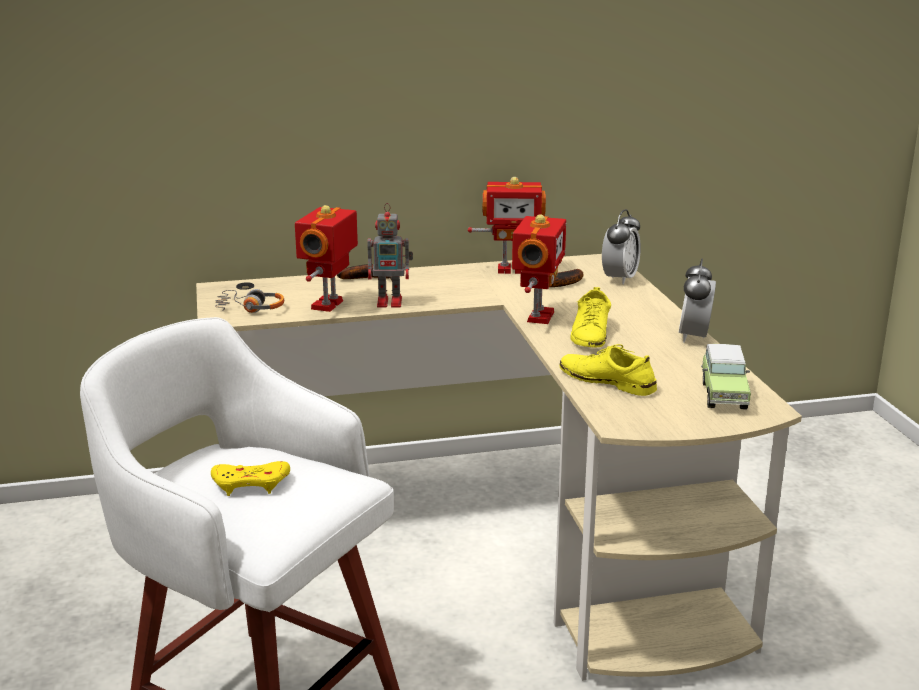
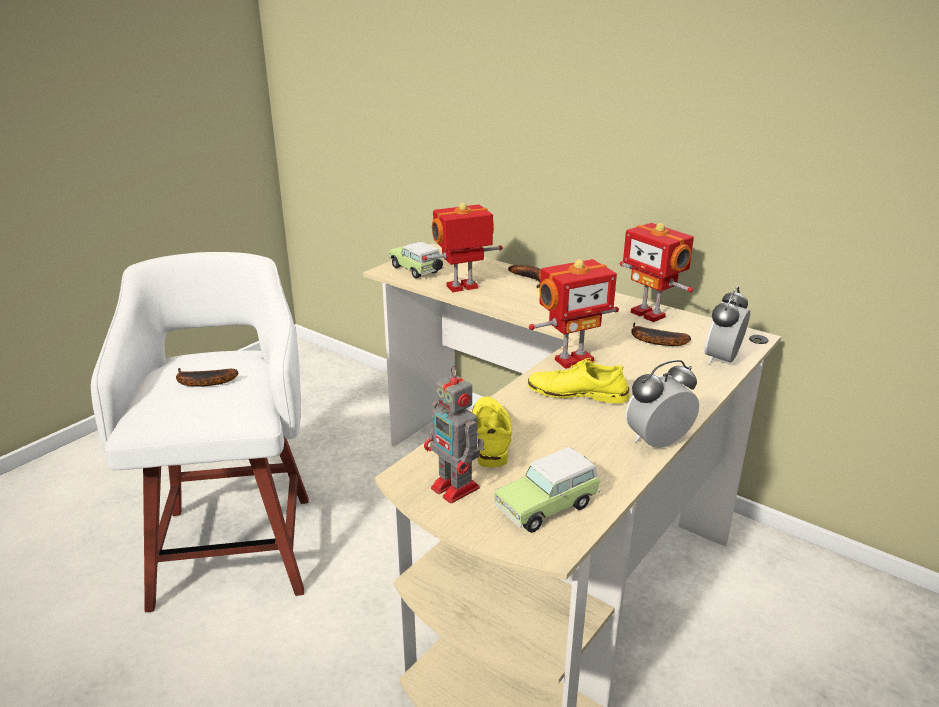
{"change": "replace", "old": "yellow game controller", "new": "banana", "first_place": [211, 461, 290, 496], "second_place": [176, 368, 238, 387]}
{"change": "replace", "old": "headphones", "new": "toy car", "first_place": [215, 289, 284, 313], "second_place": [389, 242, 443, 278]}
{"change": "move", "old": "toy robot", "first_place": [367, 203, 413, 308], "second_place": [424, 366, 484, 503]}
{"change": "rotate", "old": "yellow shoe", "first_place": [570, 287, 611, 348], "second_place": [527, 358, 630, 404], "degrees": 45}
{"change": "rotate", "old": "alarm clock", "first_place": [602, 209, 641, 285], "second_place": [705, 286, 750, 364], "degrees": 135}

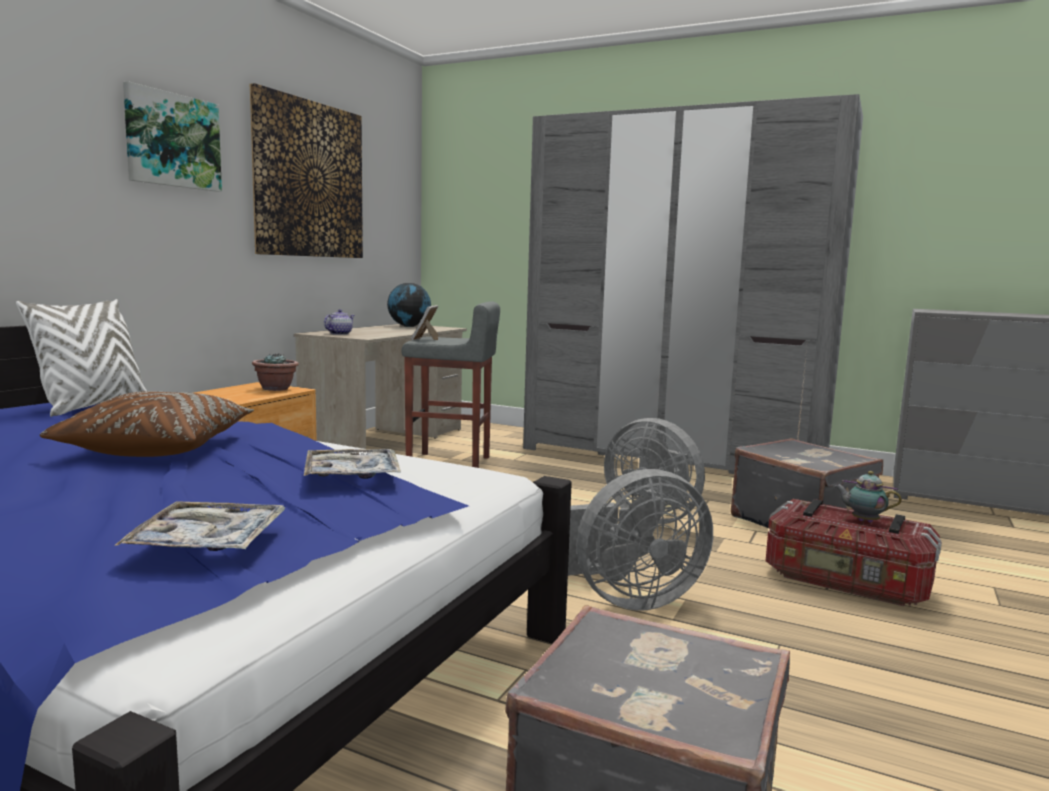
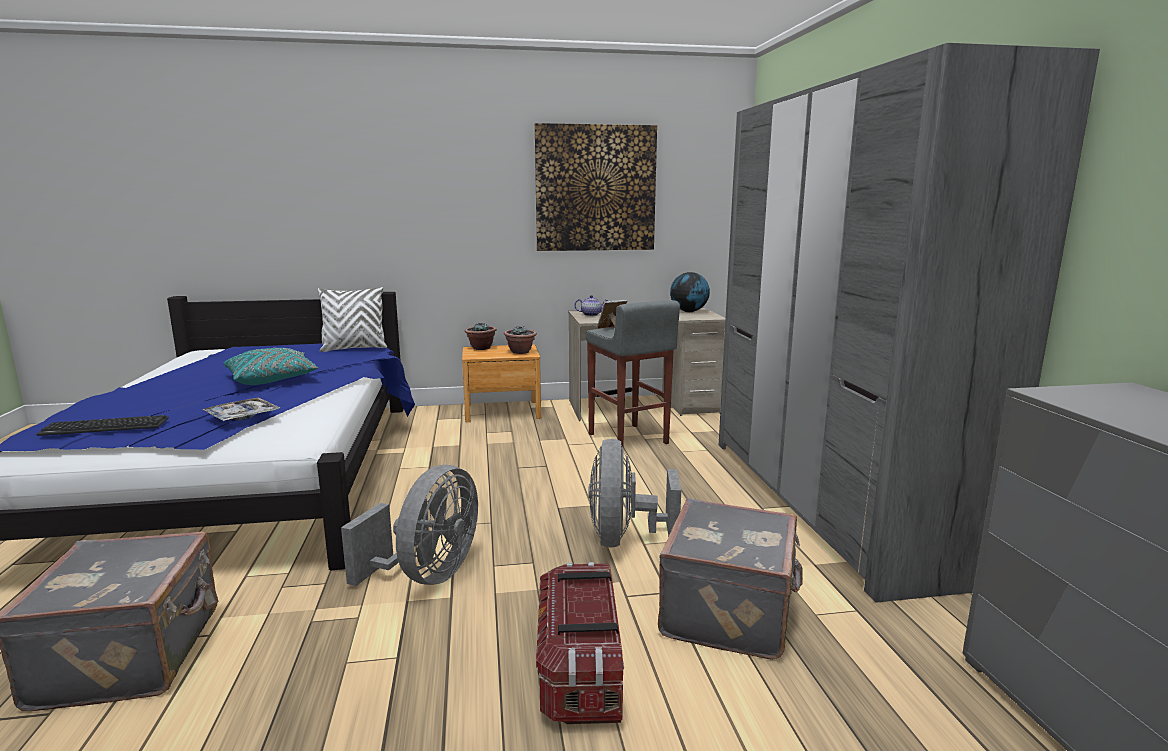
{"change": "recolor", "old": "brown pillow", "new": "turquoise pillow", "first_place": [40, 391, 254, 457], "second_place": [223, 348, 319, 385]}
{"change": "replace", "old": "tray", "new": "keyboard", "first_place": [114, 501, 285, 551], "second_place": [37, 415, 169, 436]}
{"change": "delete", "old": "picture", "first_place": [123, 81, 222, 192]}
{"change": "rotate", "old": "grey fan", "first_place": [568, 469, 713, 611], "second_place": [341, 465, 478, 586], "degrees": -105}
{"change": "delete", "old": "teapot", "first_place": [834, 471, 902, 523]}
{"change": "insert", "new": "potted plant", "second_place": [465, 322, 497, 350]}

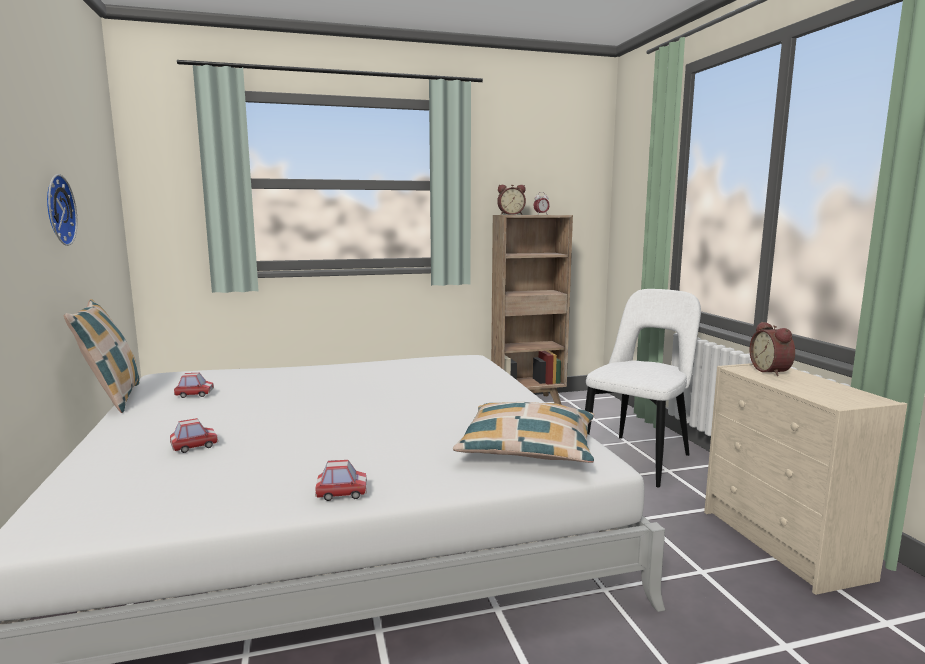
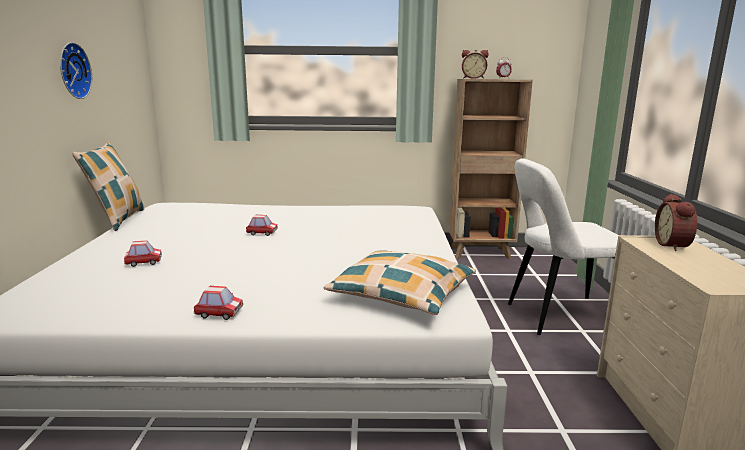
{"change": "move", "old": "toy car", "first_place": [174, 373, 214, 398], "second_place": [246, 215, 278, 236]}
{"change": "rotate", "old": "white chair", "first_place": [585, 289, 701, 487], "second_place": [508, 158, 619, 335], "degrees": -150}

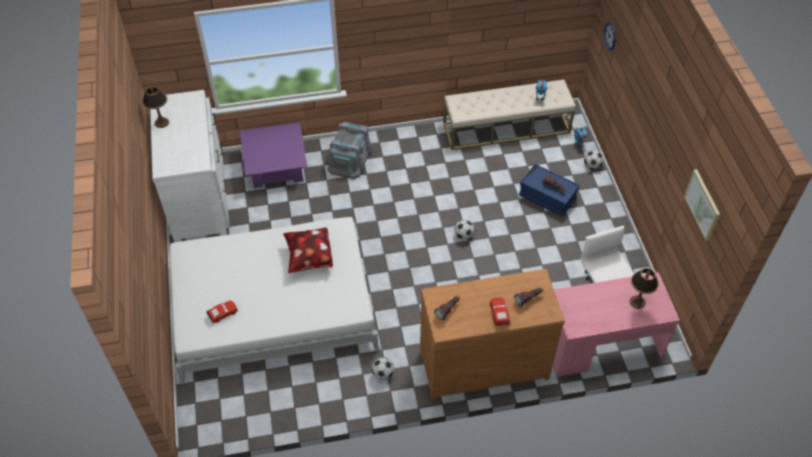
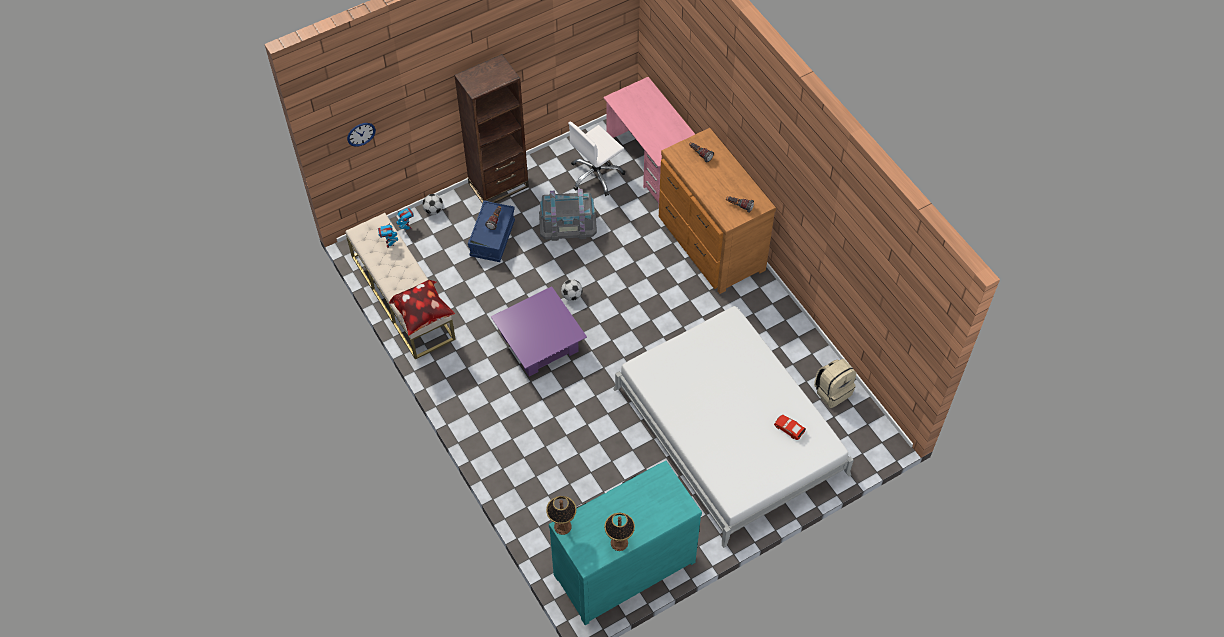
{"change": "recolor", "old": "white dresser", "new": "turquoise dresser", "first_place": [150, 90, 230, 242], "second_place": [549, 461, 702, 625]}
{"change": "move", "old": "purple coffee table", "first_place": [240, 122, 307, 188], "second_place": [491, 286, 587, 377]}
{"change": "move", "old": "pillow", "first_place": [283, 227, 333, 273], "second_place": [389, 280, 455, 336]}
{"change": "move", "old": "grey storage box", "first_place": [328, 122, 372, 179], "second_place": [539, 189, 597, 241]}
{"change": "delete", "old": "football", "first_place": [372, 357, 394, 380]}
{"change": "delete", "old": "red toy car", "first_place": [490, 298, 510, 326]}
{"change": "move", "old": "table lamp", "first_place": [630, 268, 659, 309], "second_place": [546, 496, 577, 535]}
{"change": "delete", "old": "picture", "first_place": [684, 169, 720, 241]}
{"change": "insert", "new": "brown bookcase", "second_place": [454, 54, 529, 203]}
{"change": "insert", "new": "beige backpack", "second_place": [814, 359, 856, 408]}

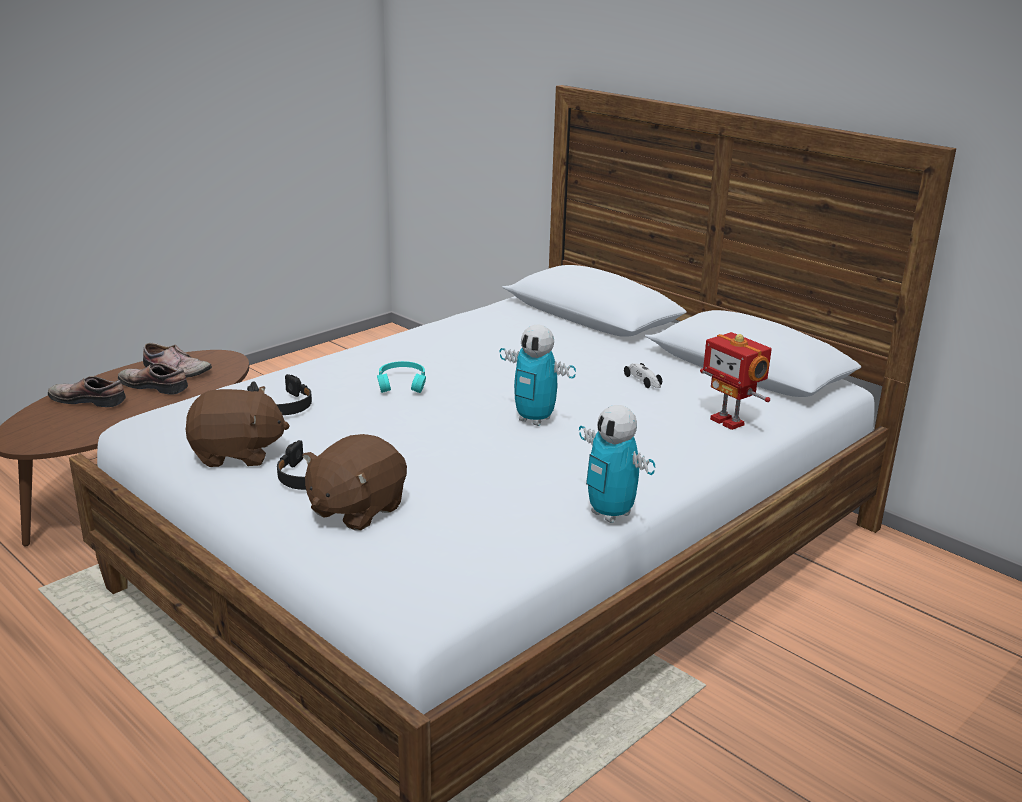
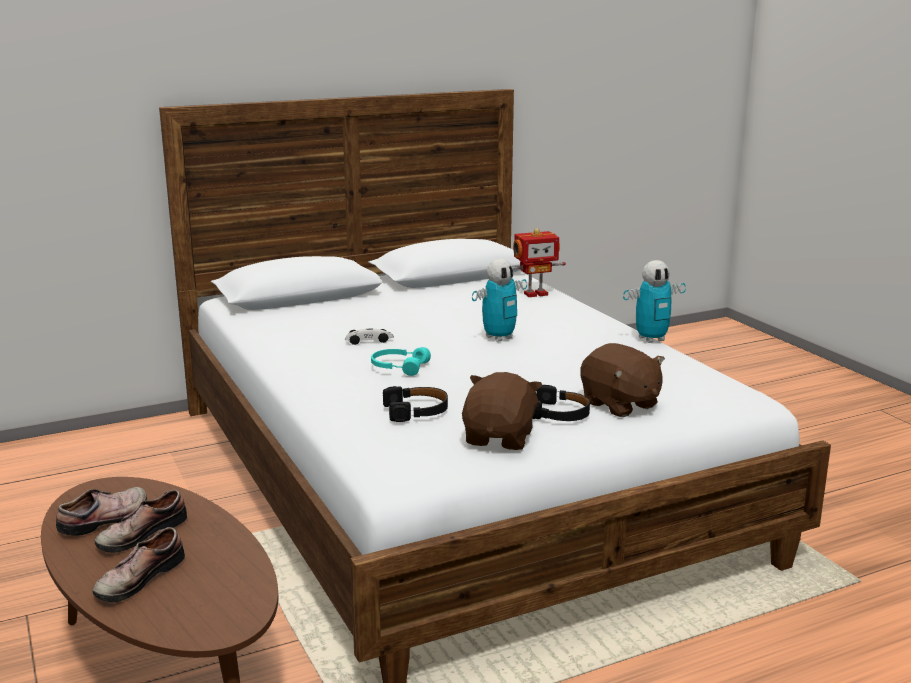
{"change": "move", "old": "toy car", "first_place": [624, 363, 662, 388], "second_place": [345, 328, 394, 345]}

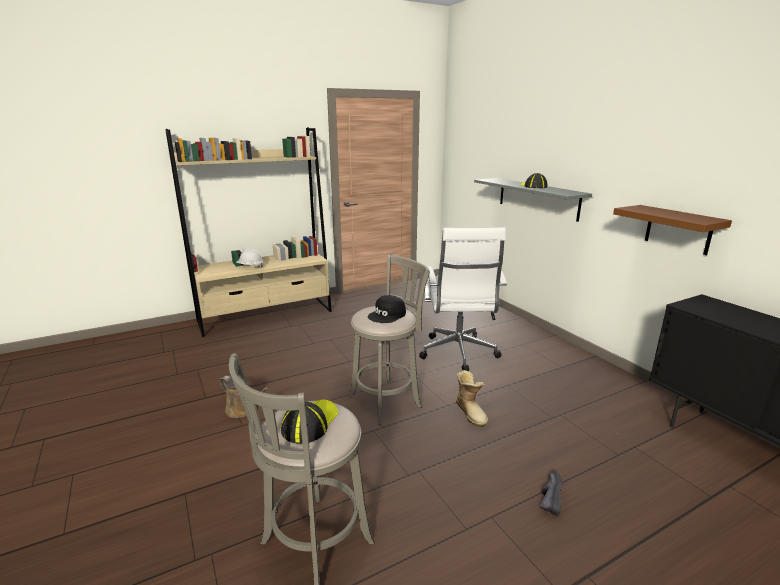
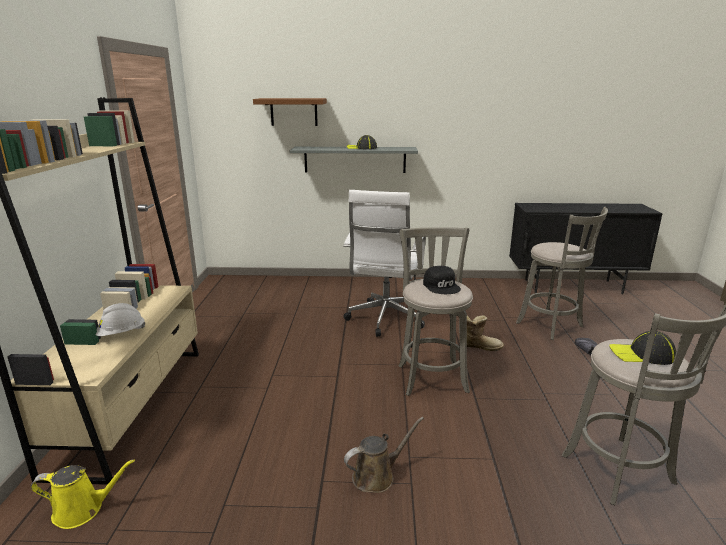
{"change": "rotate", "old": "cap", "first_place": [281, 400, 338, 444], "second_place": [609, 331, 676, 365], "degrees": -45}
{"change": "rotate", "old": "white office chair", "first_place": [419, 227, 507, 371], "second_place": [343, 190, 426, 337], "degrees": 75}
{"change": "move", "old": "brown shelf", "first_place": [613, 205, 732, 255], "second_place": [253, 98, 327, 126]}
{"change": "insert", "new": "yellow watering can", "second_place": [31, 459, 135, 529]}
{"change": "insert", "new": "grey stool", "second_place": [516, 207, 608, 340]}

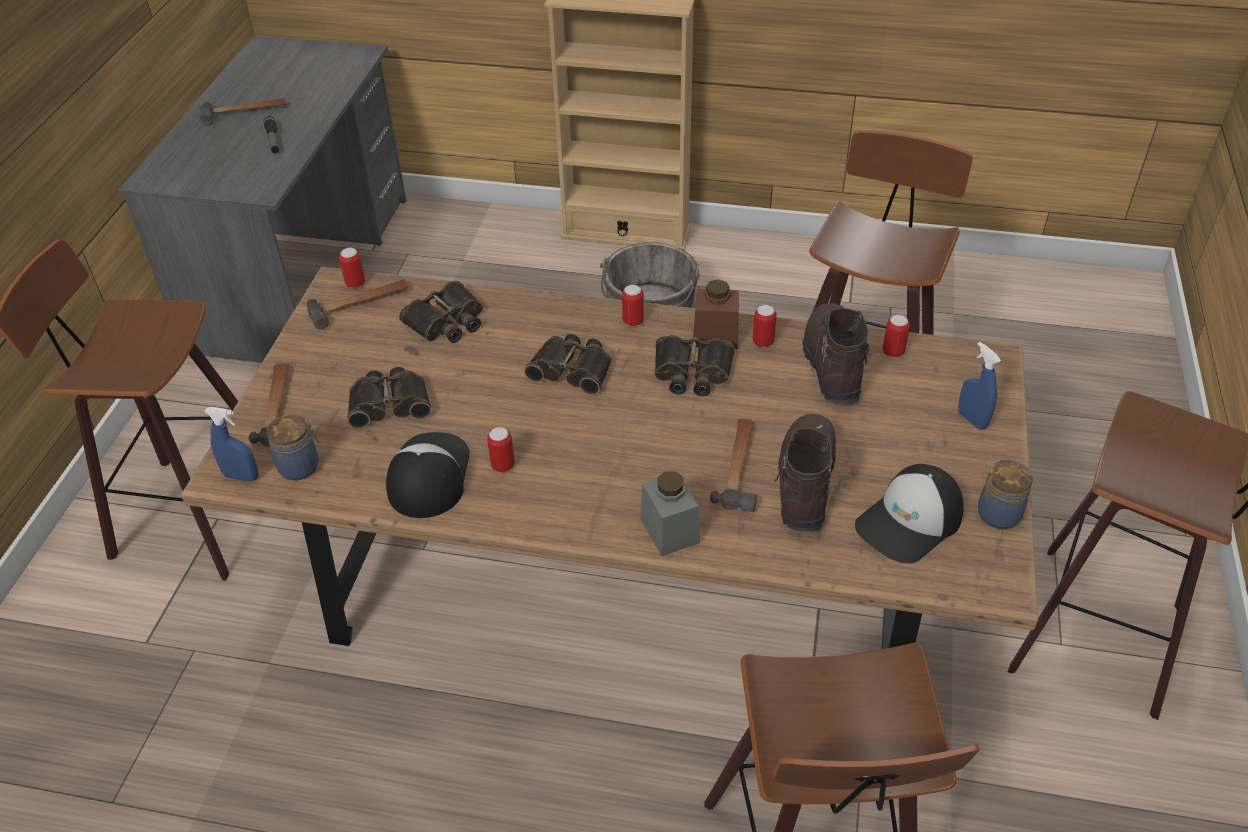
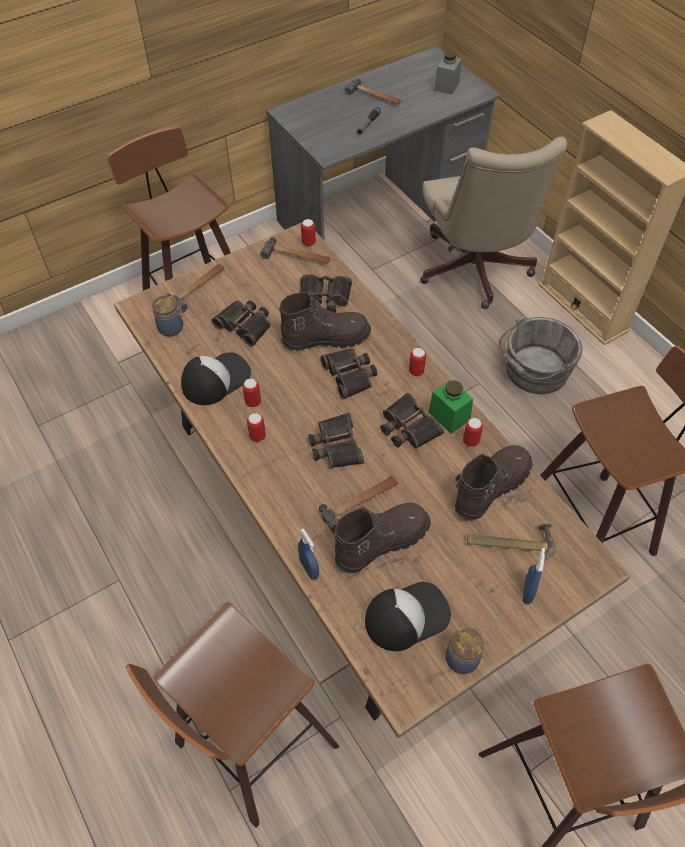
{"change": "move", "old": "blue spray bottle", "first_place": [204, 407, 259, 482], "second_place": [298, 528, 319, 580]}
{"change": "move", "old": "grey jar", "first_place": [641, 471, 700, 556], "second_place": [434, 51, 462, 95]}
{"change": "recolor", "old": "brown jar", "new": "green jar", "first_place": [692, 279, 739, 349], "second_place": [428, 379, 473, 433]}
{"change": "rotate", "old": "cap", "first_place": [855, 464, 964, 563], "second_place": [365, 582, 451, 651], "degrees": 150}
{"change": "move", "old": "can", "first_place": [882, 315, 910, 358], "second_place": [247, 413, 266, 442]}
{"change": "insert", "new": "brown boot", "second_place": [279, 292, 371, 351]}
{"change": "insert", "new": "binoculars", "second_place": [308, 412, 364, 468]}
{"change": "insert", "new": "beige office chair", "second_place": [420, 137, 567, 309]}
{"change": "insert", "new": "hammer", "second_place": [467, 523, 556, 563]}

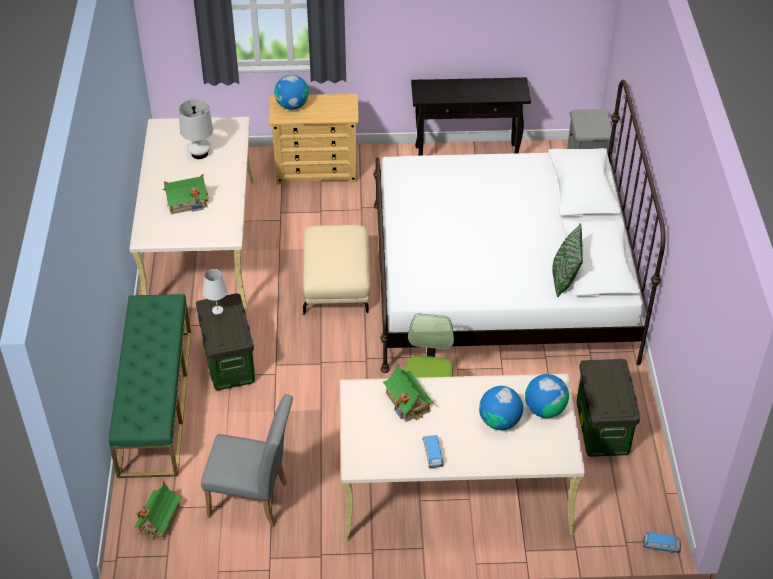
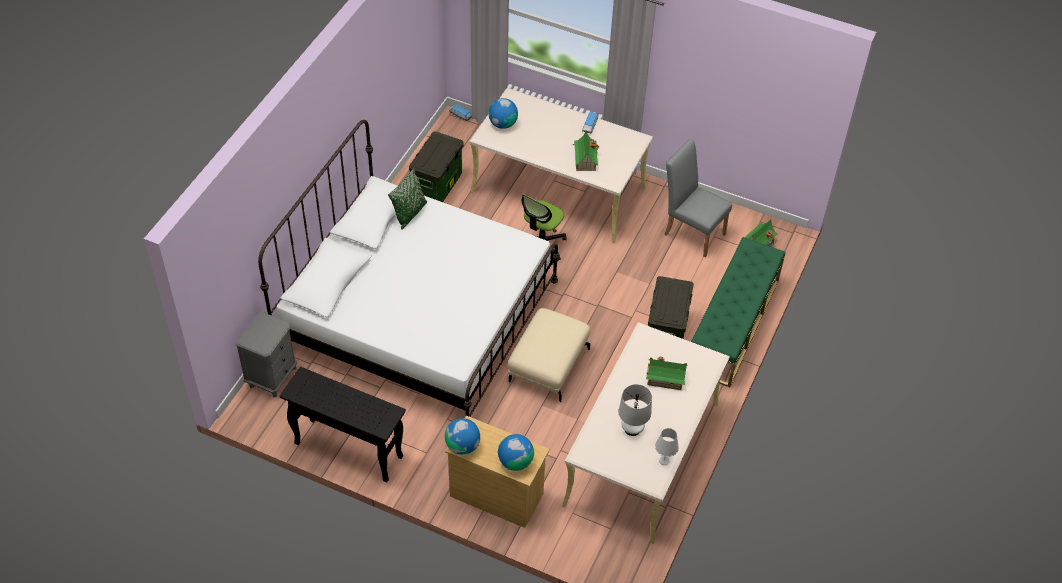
{"change": "move", "old": "white table lamp", "first_place": [202, 269, 228, 315], "second_place": [655, 428, 679, 465]}
{"change": "move", "old": "globe", "first_place": [479, 386, 523, 430], "second_place": [445, 418, 480, 455]}

